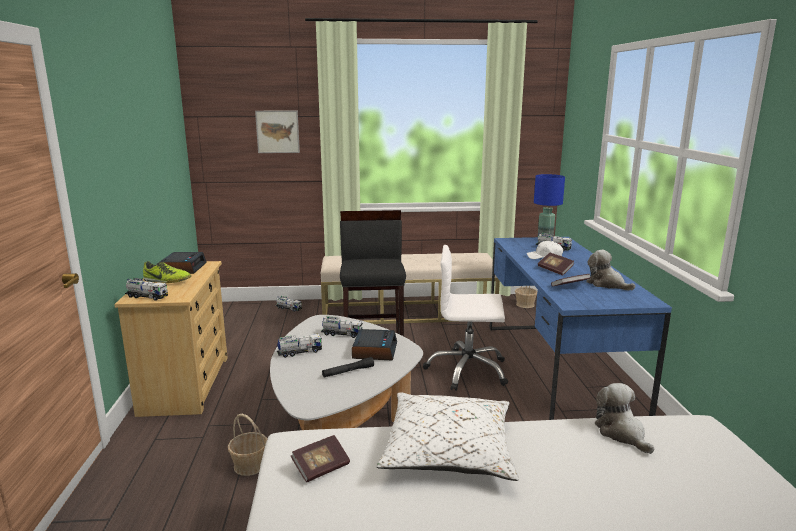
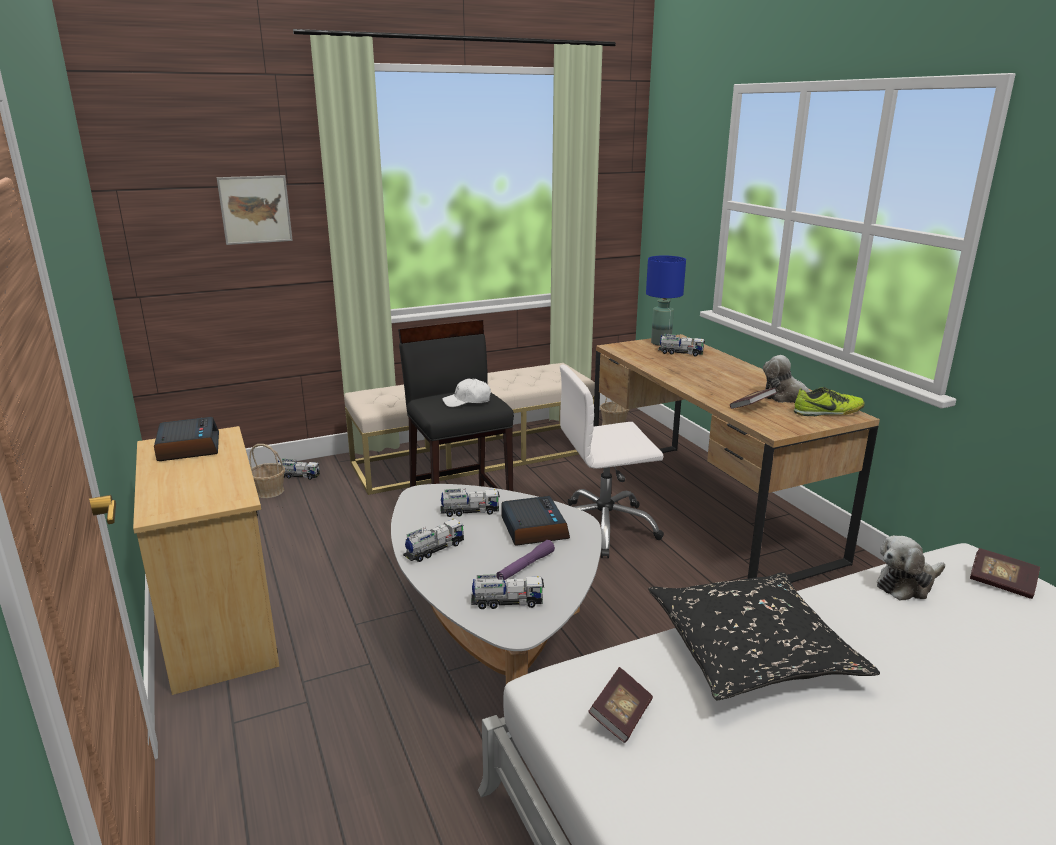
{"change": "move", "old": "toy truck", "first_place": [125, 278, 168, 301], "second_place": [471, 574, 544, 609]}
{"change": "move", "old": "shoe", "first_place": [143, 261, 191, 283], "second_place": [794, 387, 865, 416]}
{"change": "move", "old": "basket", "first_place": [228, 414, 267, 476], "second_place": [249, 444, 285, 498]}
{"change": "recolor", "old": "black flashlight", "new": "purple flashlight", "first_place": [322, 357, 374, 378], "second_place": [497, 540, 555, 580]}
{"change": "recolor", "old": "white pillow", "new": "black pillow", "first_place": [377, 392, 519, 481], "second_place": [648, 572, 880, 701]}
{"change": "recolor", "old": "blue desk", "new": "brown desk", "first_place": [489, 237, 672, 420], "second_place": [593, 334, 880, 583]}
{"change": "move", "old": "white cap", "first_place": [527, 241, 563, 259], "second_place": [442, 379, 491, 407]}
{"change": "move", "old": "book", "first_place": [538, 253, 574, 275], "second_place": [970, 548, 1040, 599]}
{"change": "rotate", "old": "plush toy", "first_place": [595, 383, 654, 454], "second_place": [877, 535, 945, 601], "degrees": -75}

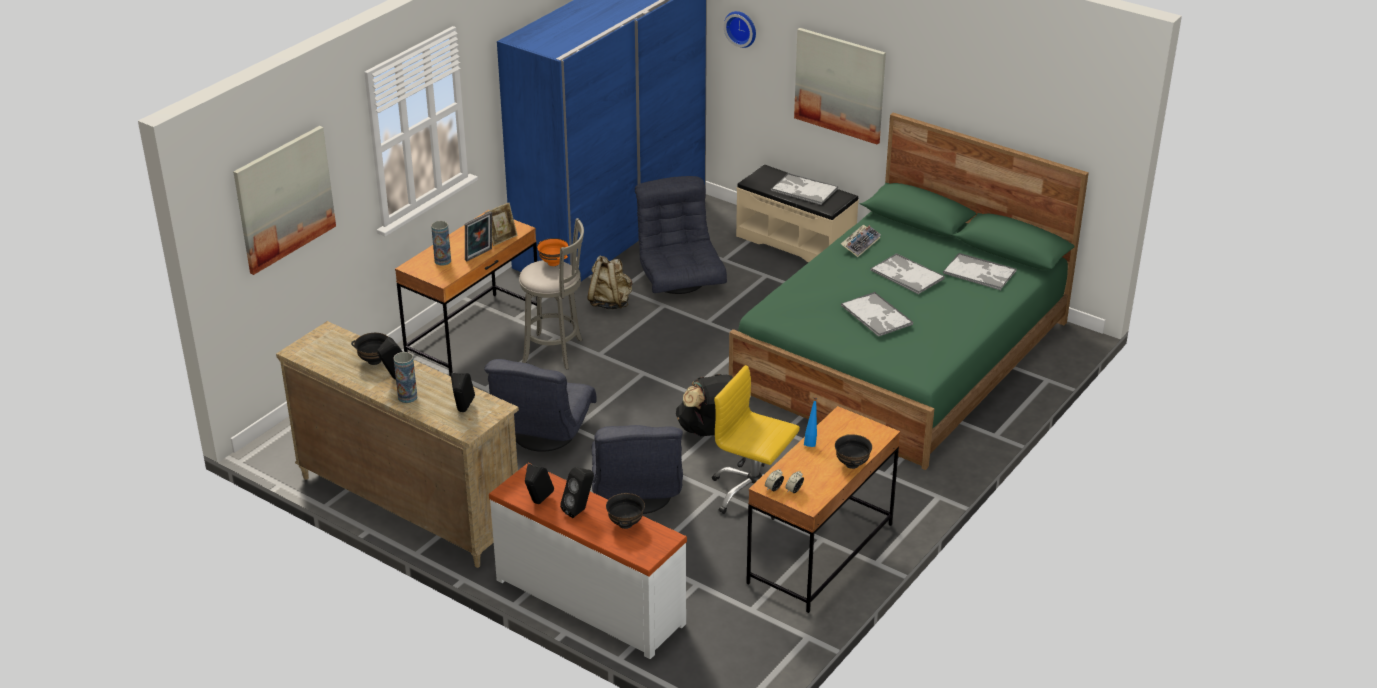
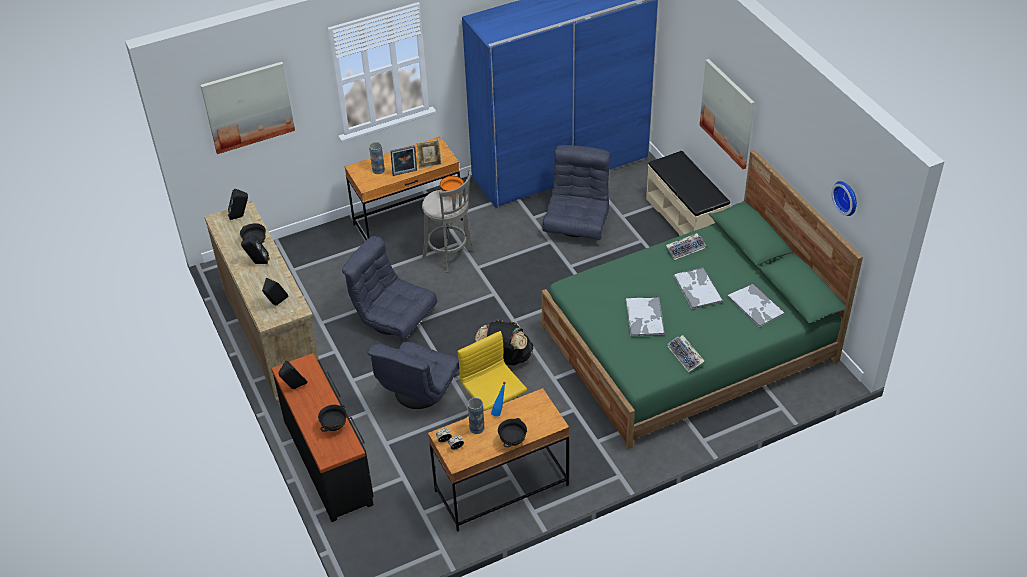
{"change": "move", "old": "vase", "first_place": [393, 352, 417, 403], "second_place": [468, 398, 485, 434]}
{"change": "rotate", "old": "grey armchair", "first_place": [484, 359, 597, 452], "second_place": [342, 236, 437, 341], "degrees": 75}
{"change": "recolor", "old": "white dresser", "new": "black dresser", "first_place": [489, 463, 687, 659], "second_place": [271, 353, 374, 522]}
{"change": "move", "old": "black speaker", "first_place": [560, 467, 594, 518], "second_place": [228, 189, 248, 220]}
{"change": "delete", "old": "beige backpack", "first_place": [587, 255, 632, 309]}
{"change": "move", "old": "wall clock", "first_place": [724, 11, 756, 48], "second_place": [832, 181, 857, 216]}
{"change": "delete", "old": "tray", "first_place": [771, 173, 838, 205]}
{"change": "insert", "new": "keyboard", "second_place": [667, 335, 704, 372]}

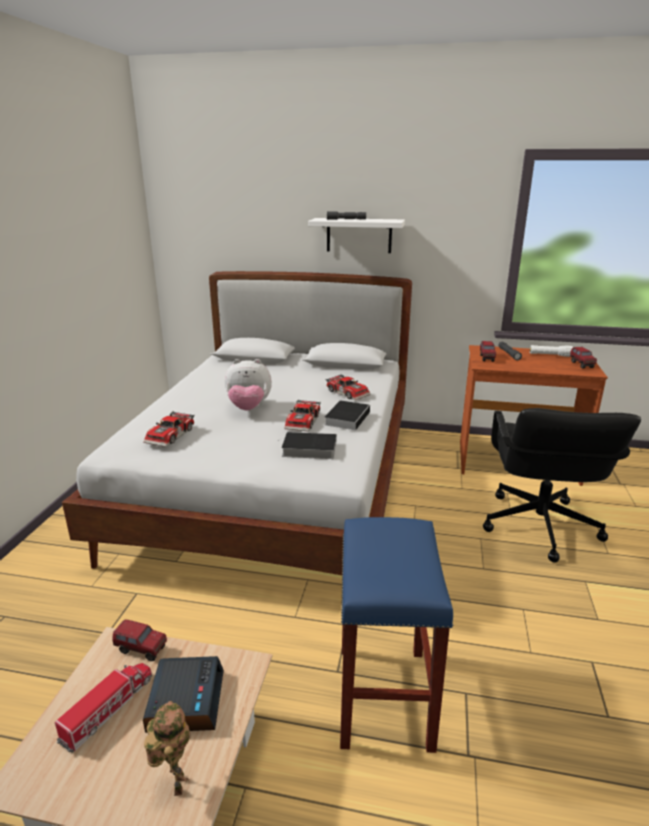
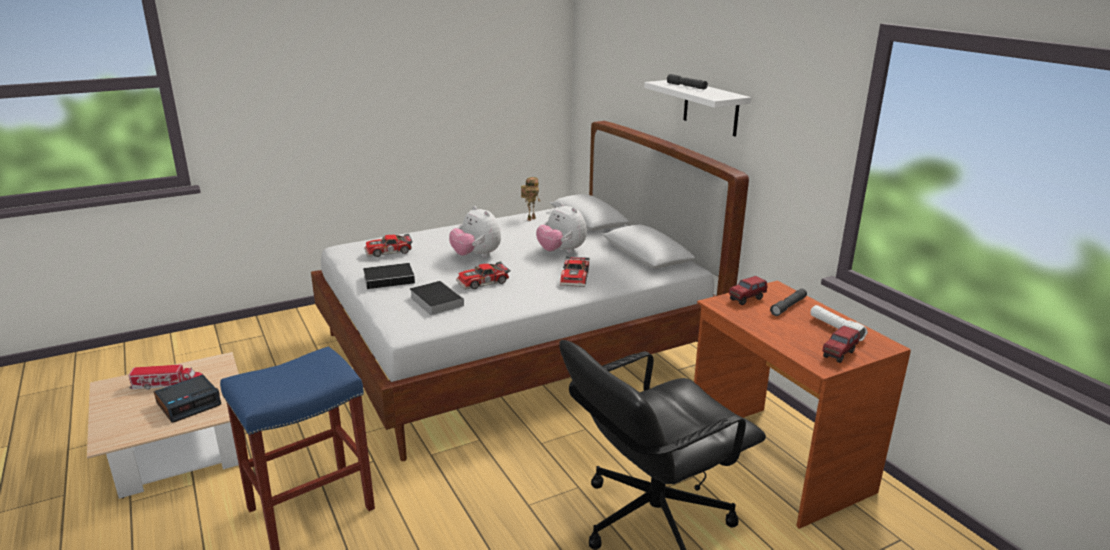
{"change": "delete", "old": "toy truck", "first_place": [112, 620, 167, 661]}
{"change": "move", "old": "toy robot", "first_place": [144, 701, 191, 796], "second_place": [521, 177, 540, 221]}
{"change": "move", "old": "book", "first_place": [324, 400, 370, 430], "second_place": [363, 263, 424, 289]}
{"change": "insert", "new": "plush toy", "second_place": [536, 203, 587, 253]}

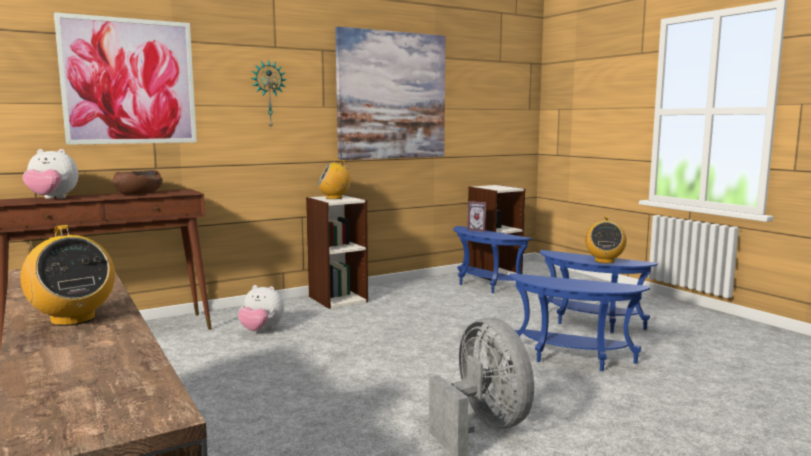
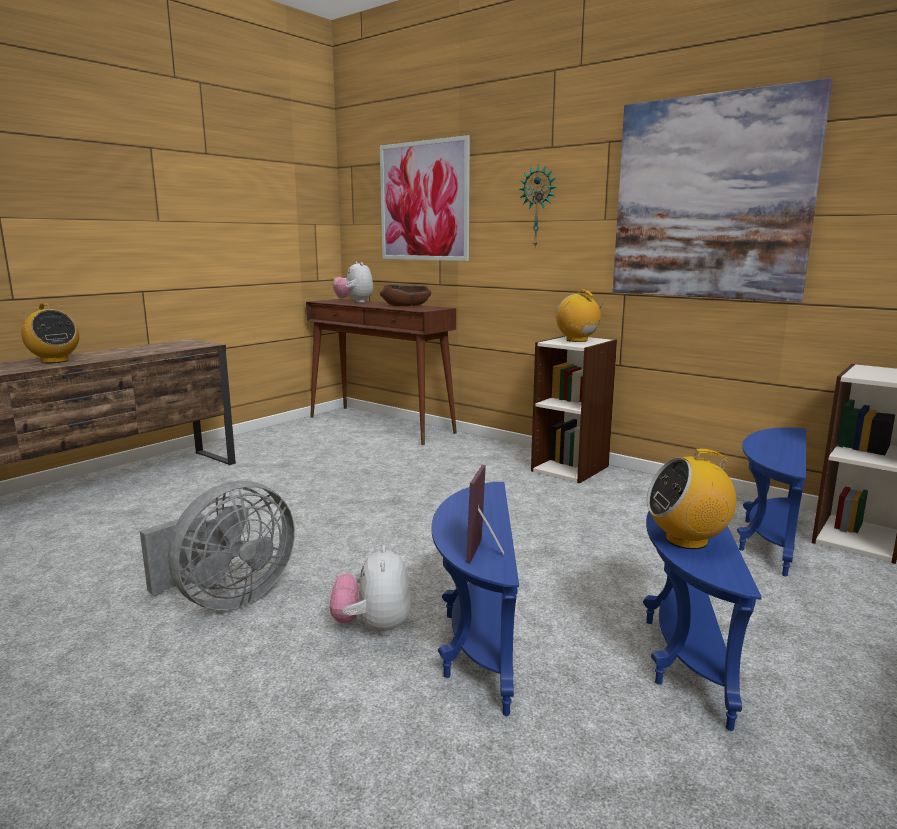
{"change": "rotate", "old": "radio", "first_place": [20, 225, 115, 326], "second_place": [21, 303, 80, 363], "degrees": -75}
{"change": "move", "old": "plush toy", "first_place": [238, 285, 284, 331], "second_place": [330, 545, 412, 636]}
{"change": "move", "old": "picture frame", "first_place": [467, 201, 486, 232], "second_place": [466, 465, 505, 563]}

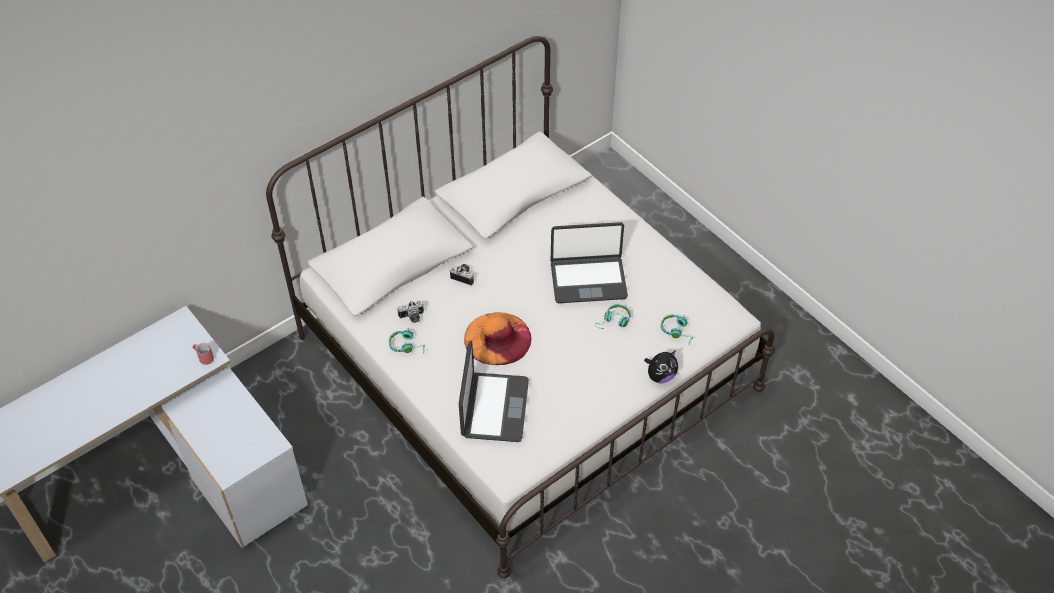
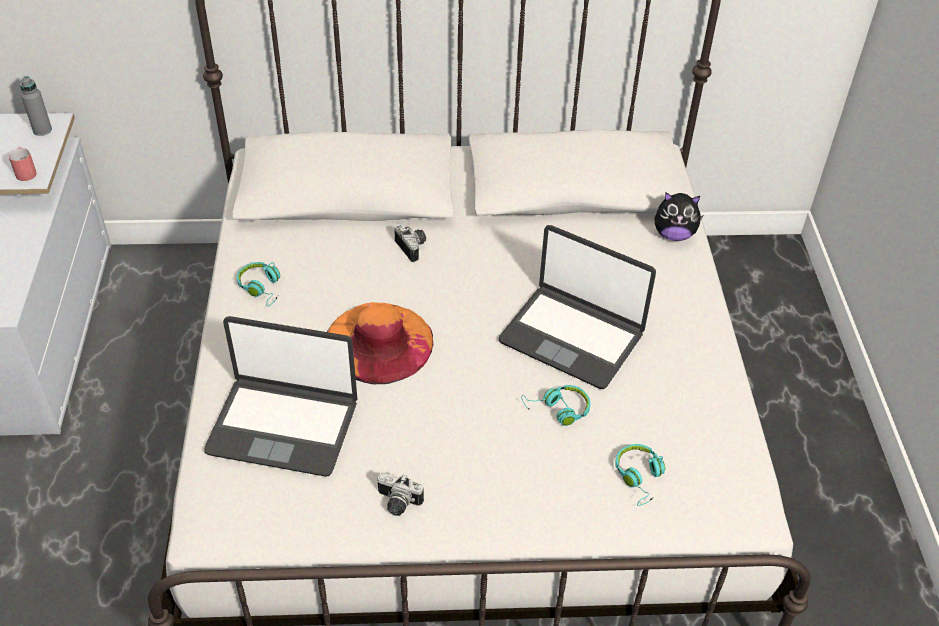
{"change": "move", "old": "photo camera", "first_place": [397, 301, 424, 323], "second_place": [377, 472, 424, 516]}
{"change": "rotate", "old": "laptop", "first_place": [459, 341, 529, 442], "second_place": [204, 316, 357, 477], "degrees": 60}
{"change": "move", "old": "plush toy", "first_place": [644, 351, 678, 383], "second_place": [654, 193, 703, 241]}
{"change": "insert", "new": "grey bottle", "second_place": [20, 76, 52, 136]}

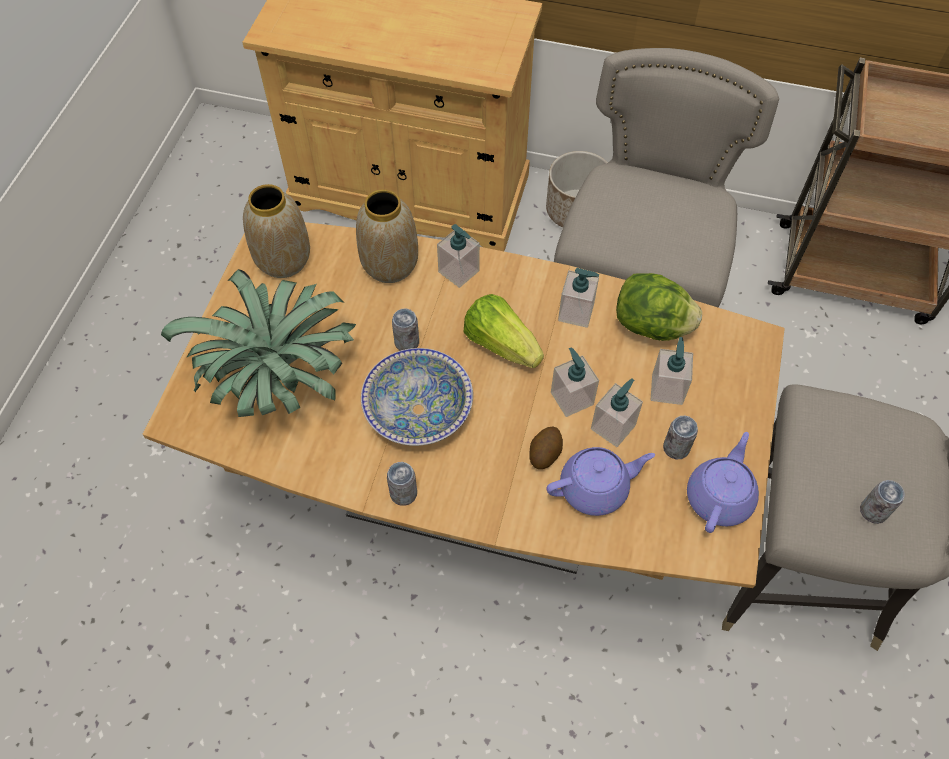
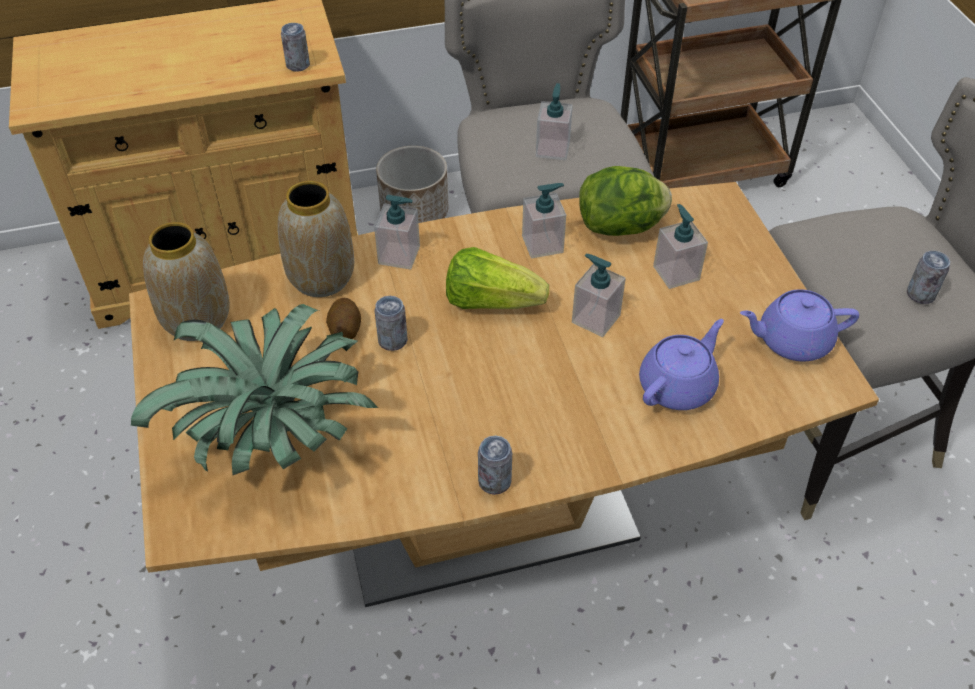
{"change": "delete", "old": "bowl", "first_place": [361, 348, 473, 446]}
{"change": "move", "old": "potato", "first_place": [529, 426, 563, 469], "second_place": [326, 298, 361, 339]}
{"change": "move", "old": "soap dispenser", "first_place": [591, 379, 643, 447], "second_place": [536, 83, 573, 160]}
{"change": "move", "old": "can", "first_place": [663, 416, 698, 459], "second_place": [281, 23, 310, 72]}
{"change": "rotate", "old": "purple teapot", "first_place": [687, 432, 759, 533], "second_place": [740, 289, 859, 361], "degrees": -90}

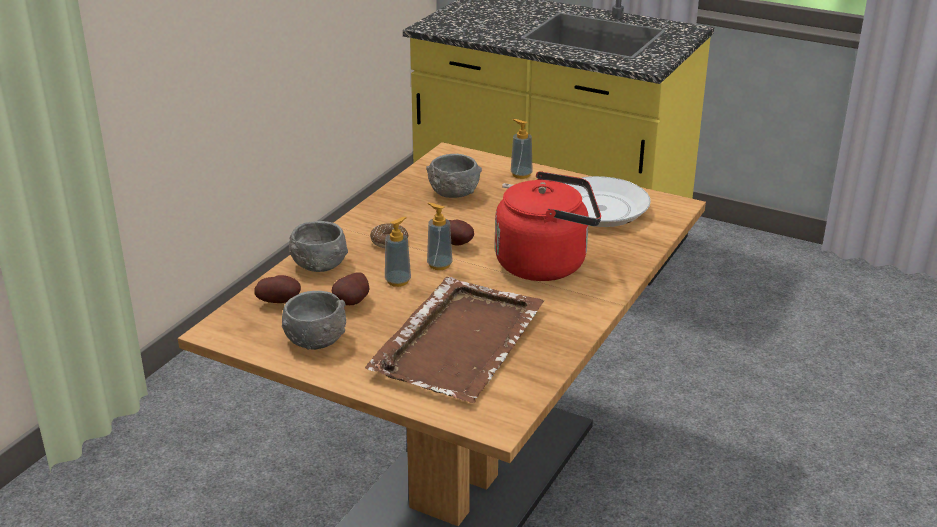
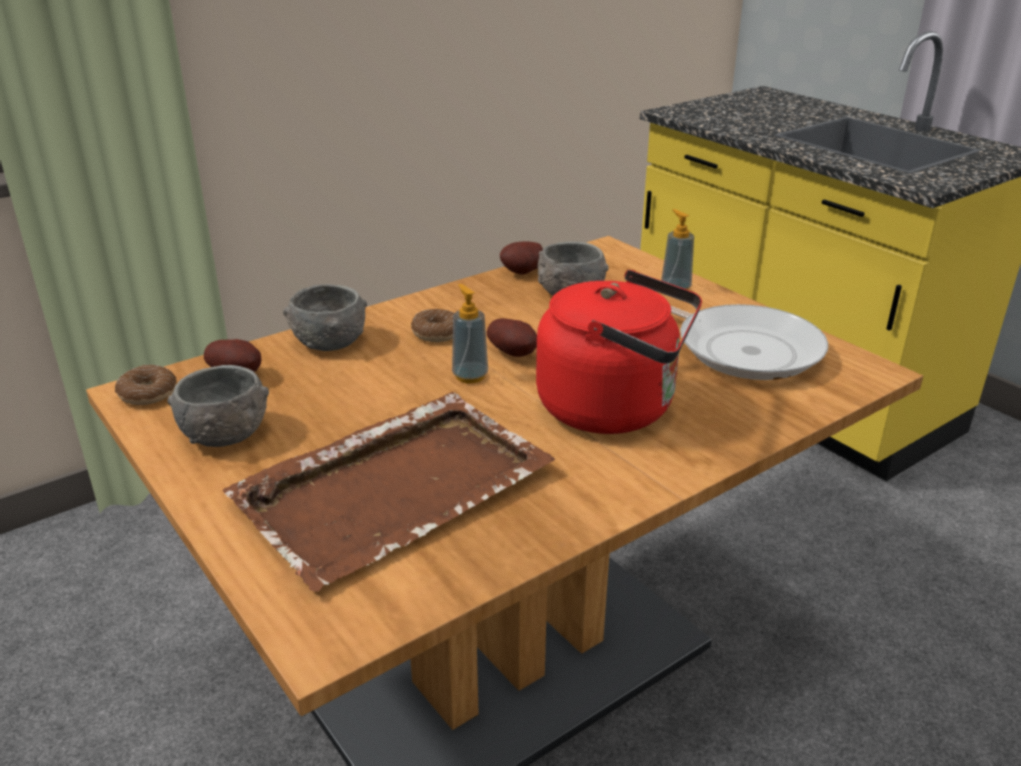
{"change": "move", "old": "potato", "first_place": [332, 273, 369, 305], "second_place": [500, 241, 543, 275]}
{"change": "delete", "old": "soap dispenser", "first_place": [385, 217, 411, 287]}
{"change": "insert", "new": "donut", "second_place": [115, 365, 177, 405]}

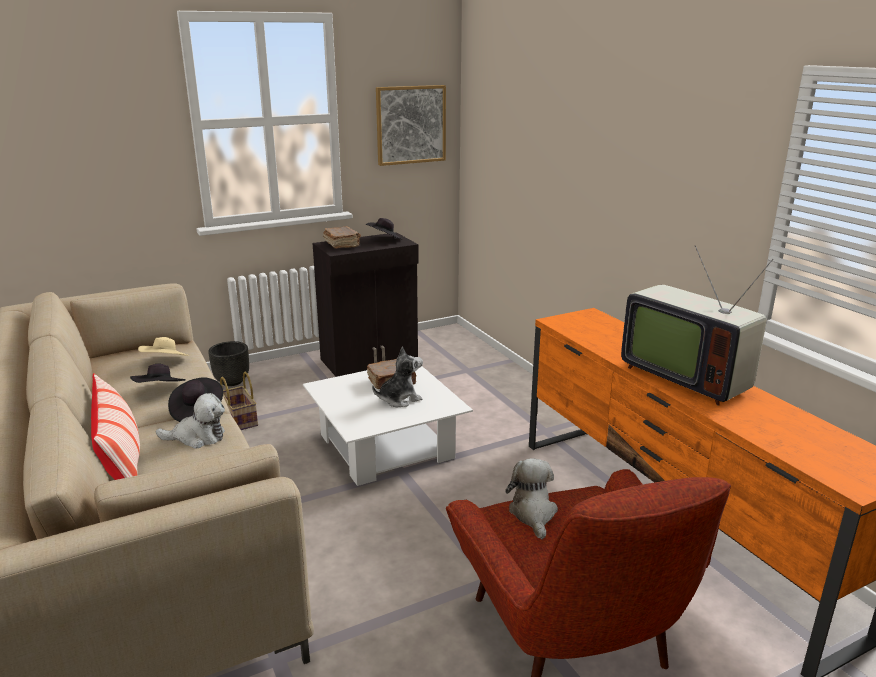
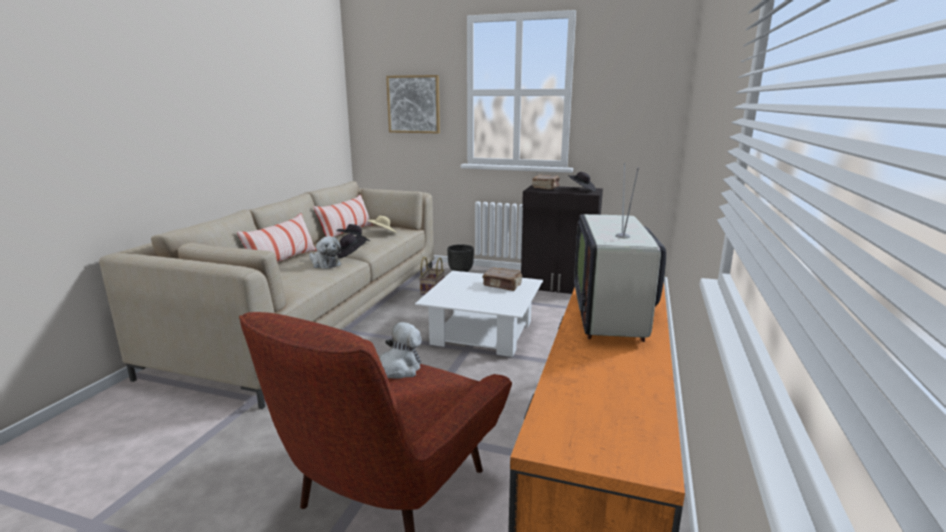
{"change": "delete", "old": "plush toy", "first_place": [372, 346, 423, 407]}
{"change": "move", "old": "picture", "first_place": [376, 85, 446, 166], "second_place": [386, 75, 440, 133]}
{"change": "insert", "new": "pillow", "second_place": [313, 194, 372, 237]}

